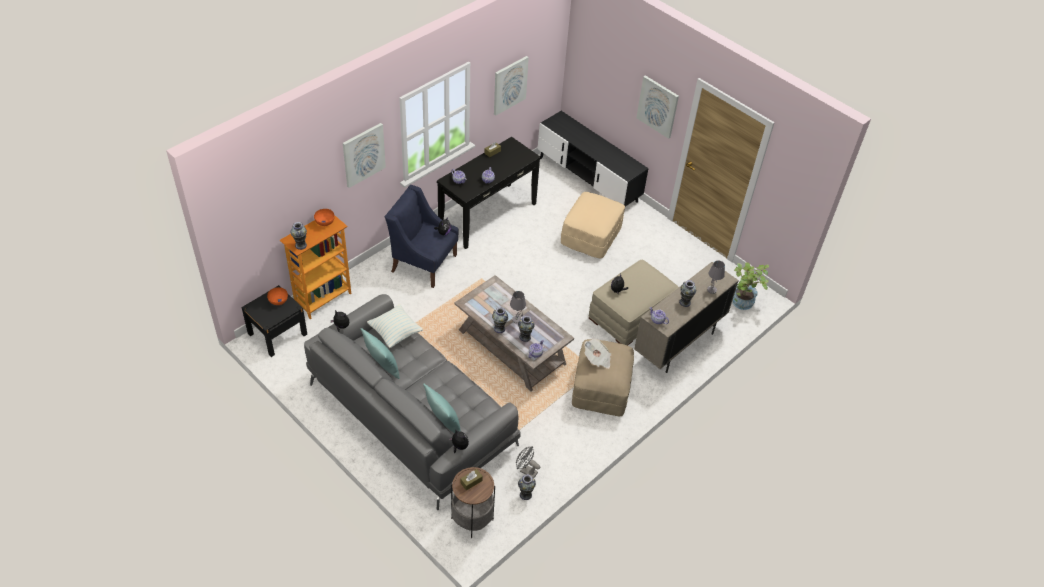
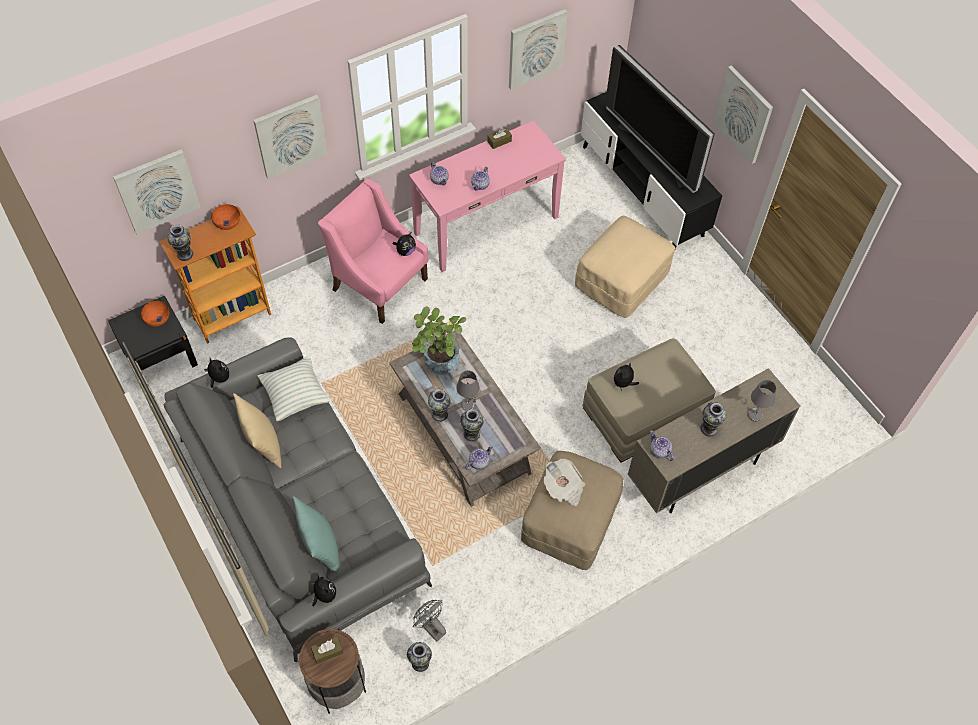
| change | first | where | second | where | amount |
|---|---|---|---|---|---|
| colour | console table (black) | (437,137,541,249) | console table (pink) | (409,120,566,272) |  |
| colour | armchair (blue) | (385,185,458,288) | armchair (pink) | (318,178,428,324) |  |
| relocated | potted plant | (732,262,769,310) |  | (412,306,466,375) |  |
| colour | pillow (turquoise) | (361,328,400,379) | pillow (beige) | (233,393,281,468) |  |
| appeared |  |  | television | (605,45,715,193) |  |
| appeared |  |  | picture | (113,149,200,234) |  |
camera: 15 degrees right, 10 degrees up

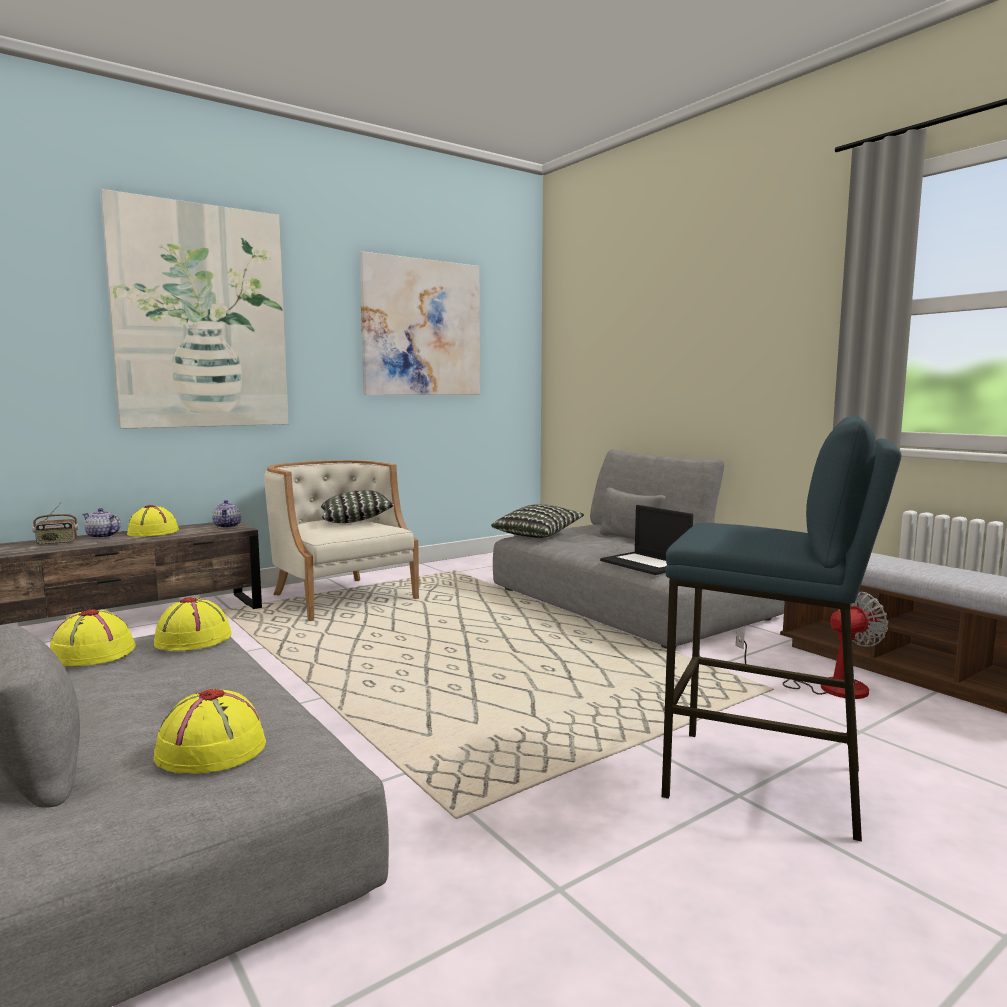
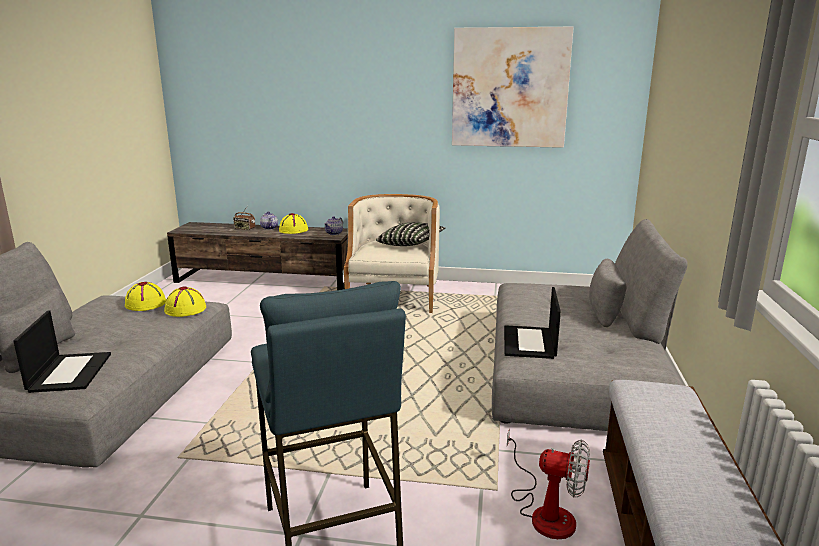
| change | first | where | second | where | amount |
|---|---|---|---|---|---|
| missing | picture | (100,189,289,429) |  |  |  |
| missing | pillow | (491,504,584,538) |  |  |  |
| exchanged | hat (yellow) | (154,689,266,774) | laptop | (13,310,111,393) |  |
camera: 45 degrees right, 10 degrees up

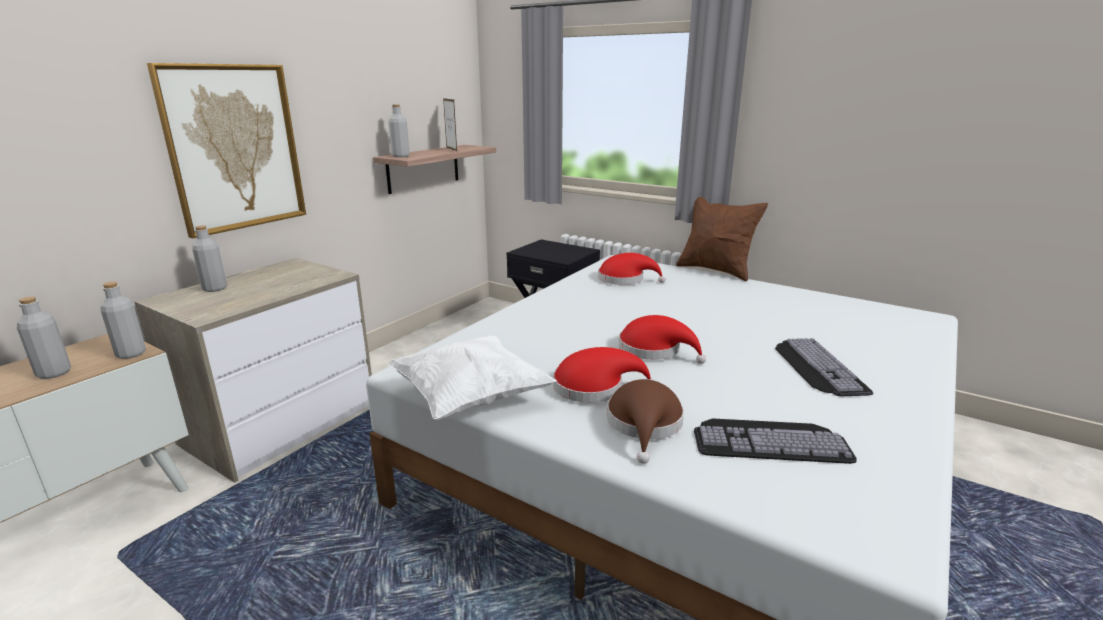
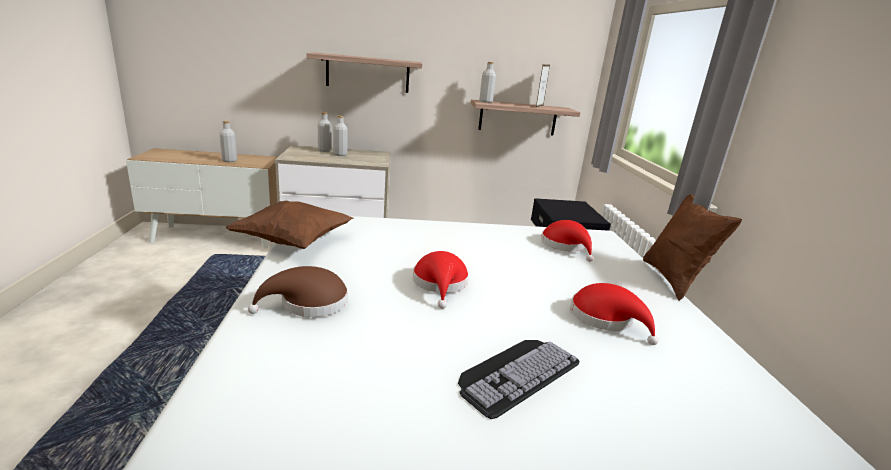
| change | first | where | second | where | amount |
|---|---|---|---|---|---|
| exchanged | picture | (147,63,306,239) | shelf | (306,52,422,93) |  |
| relocated | bottle (grey) | (100,282,146,359) |  | (333,115,348,156) |  |
| colour | pillow (white) | (388,335,557,420) | pillow (brown) | (226,201,353,249) |  |
| relocated | hat (red) | (553,347,654,403) |  | (570,283,658,345) |  |
| missing | keyboard | (694,418,857,464) |  |  |  |
camera: 50 degrees right, 0 degrees up

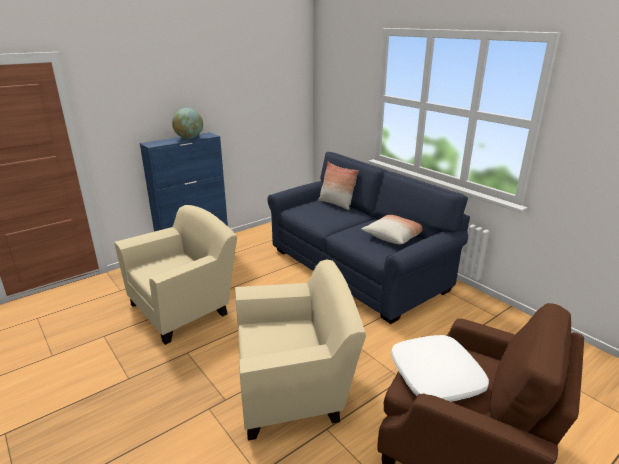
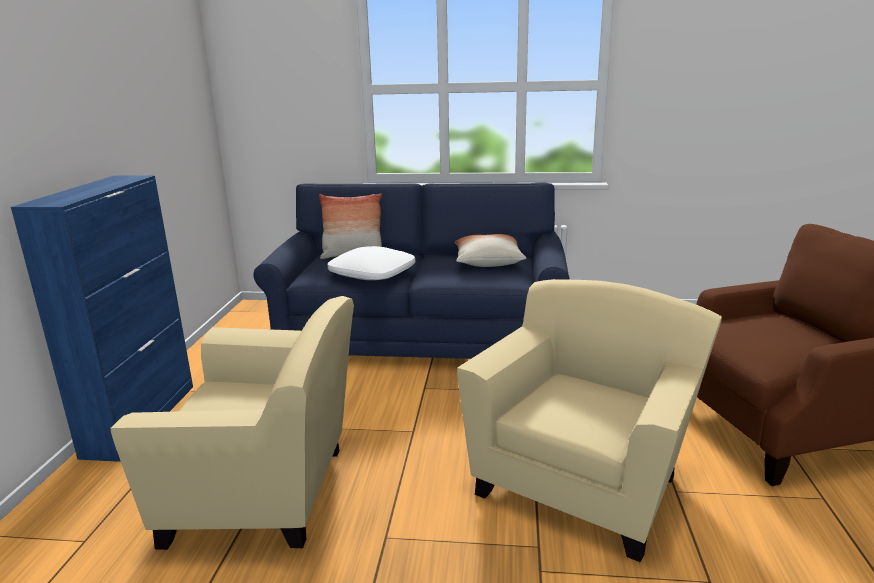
| change | first | where | second | where | amount |
|---|---|---|---|---|---|
| missing | globe | (172,108,203,139) |  |  |  |
| spun | armchair (beige) | (114,205,237,345) |  | (110,296,354,550) | 90 degrees clockwise |
| relocated | pillow (white) | (391,335,489,402) |  | (328,246,415,280) |  |
camera: 45 degrees left, 5 degrees down

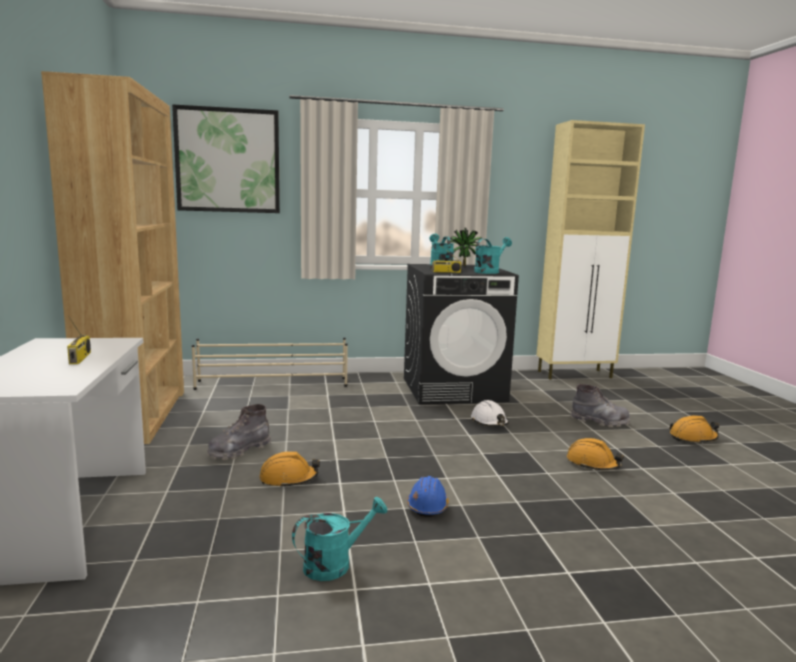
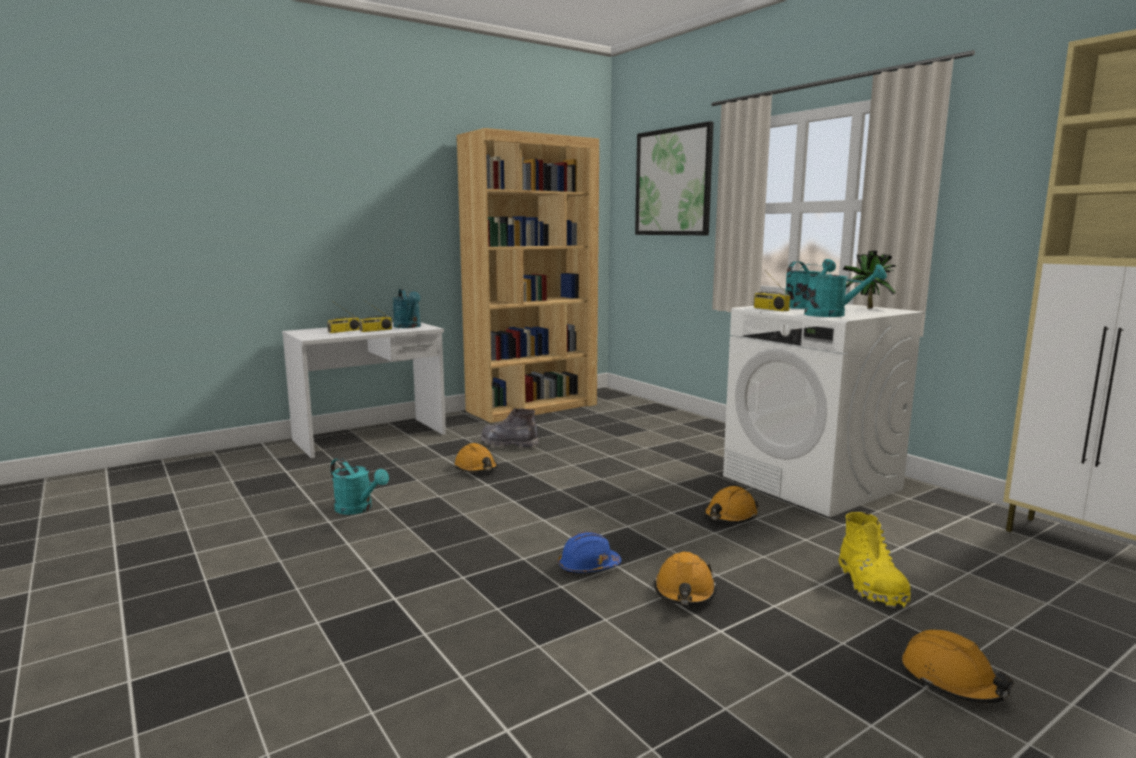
| change | first | where | second | where | amount |
|---|---|---|---|---|---|
| colour | washing machine (black) | (404,264,519,404) | washing machine (white) | (723,304,925,517) |  |
| missing | shoe rack (beige) | (192,338,348,390) |  |  |  |
| colour | boot (grey) | (570,384,630,427) | boot (yellow) | (839,512,911,608) |  |
| colour | hard hat (white) | (471,400,509,426) | hard hat (orange) | (704,486,759,523) |  |
| relocated | hard hat (blue) | (407,476,449,517) |  | (558,532,621,573) |  |
| appeared |  |  | watering can (turquoise) | (392,289,421,328) |  |
| appeared |  |  | radio | (327,301,359,333) |  |
camera: 65 degrees right, 0 degrees up

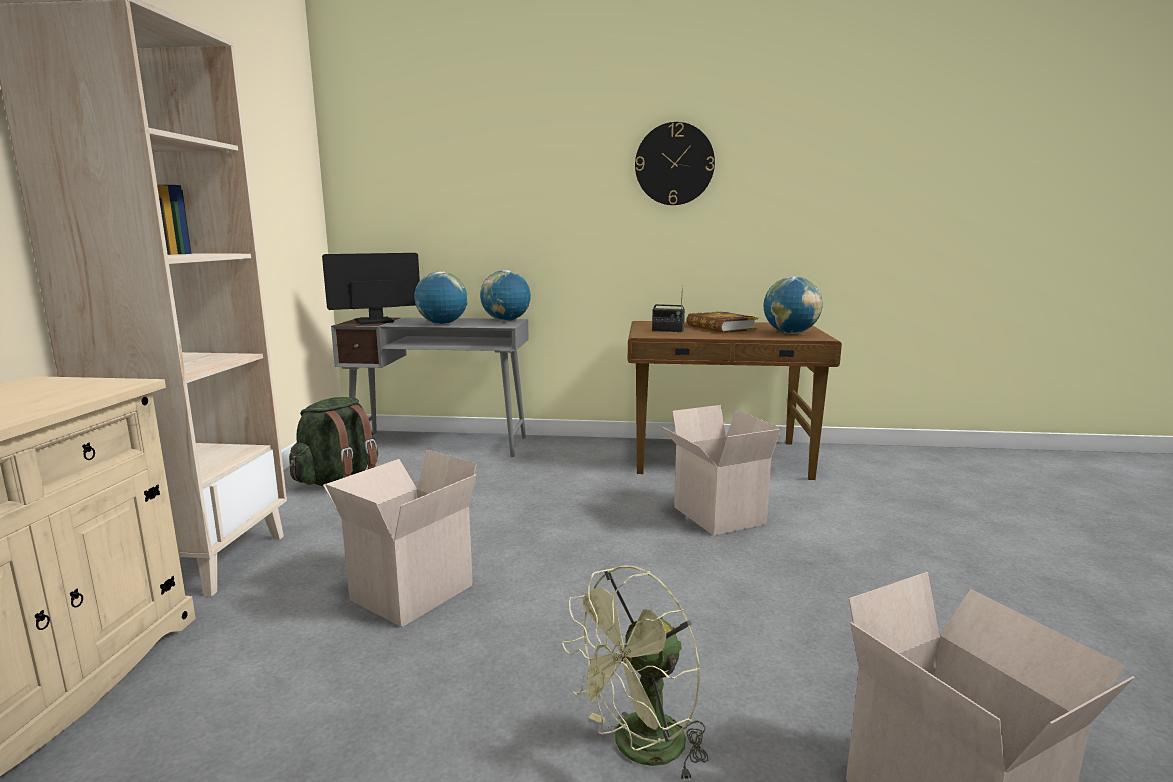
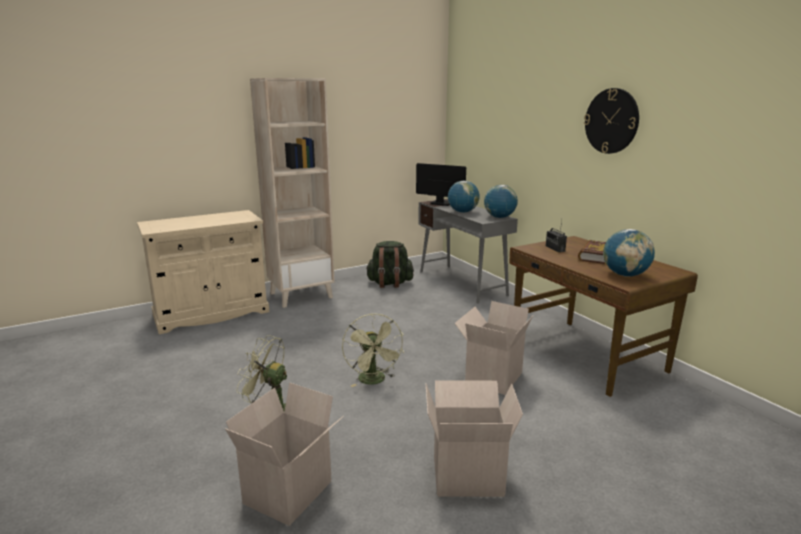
| change | first | where | second | where | amount |
|---|---|---|---|---|---|
| relocated | cardboard box | (323,449,477,627) |  | (426,380,523,497) |  |
| appeared |  |  | fan (green) | (342,314,404,387) |  |
camera: 55 degrees right, 5 degrees up

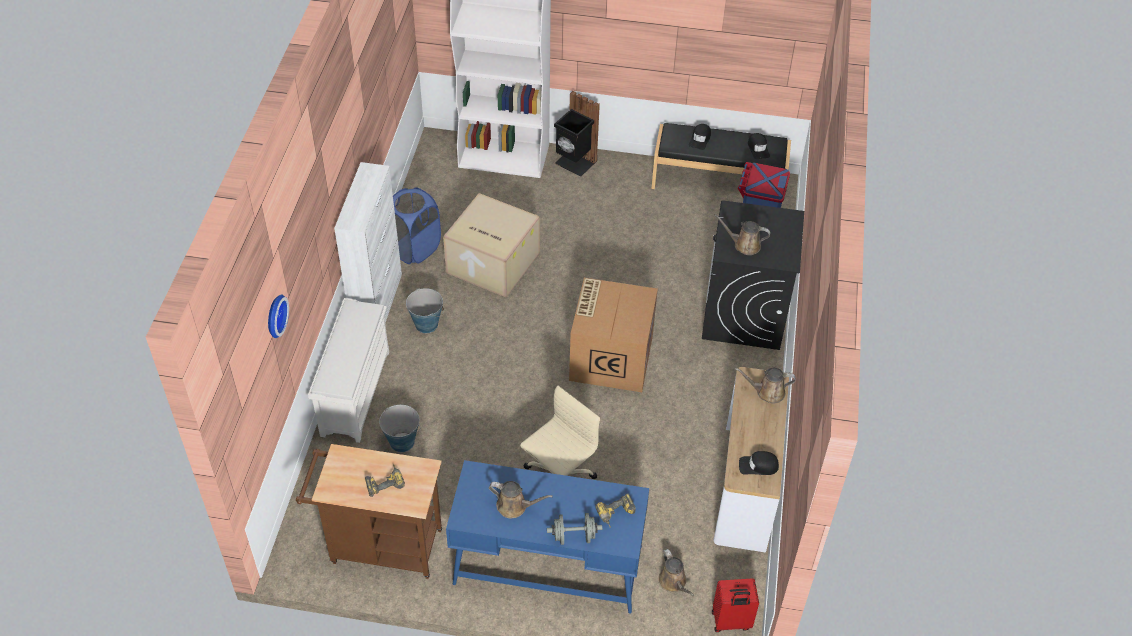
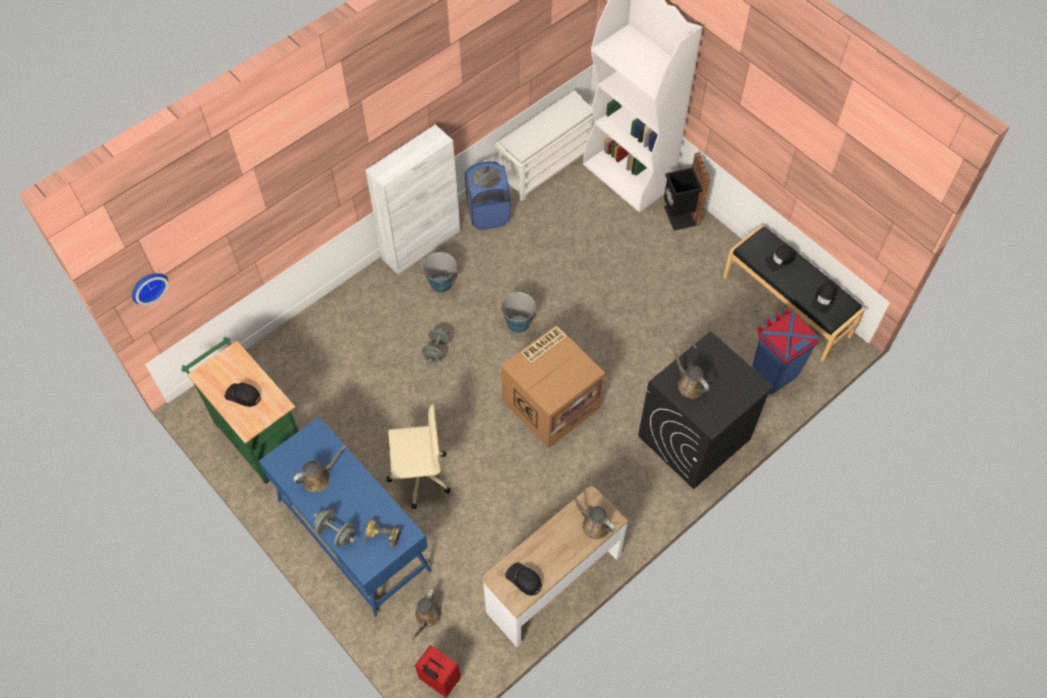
| change | first | where | second | where | amount |
|---|---|---|---|---|---|
| missing | cardboard box | (443,193,540,297) |  |  |  |
| relocated | wall clock | (268,295,289,338) |  | (132,273,169,305) |  |
| relocated | shoe rack (white) | (308,298,389,443) |  | (496,91,594,201) |  |
| relocated | bucket | (379,405,421,452) |  | (501,291,536,333) |  |
| colour | cart (brown) | (296,444,442,579) | cart (green) | (181,337,298,484) |  |
| exchanged | power drill | (365,464,405,497) | cap (black) | (225,383,261,407) |  |
| spun | watering can (brown) | (489,481,553,518) |  | (293,445,346,492) | 90 degrees counterclockwise |
| appeared |  |  | dumbbell (grey) | (422,327,451,364) |  |
camera: 40 degrees right, 10 degrees up

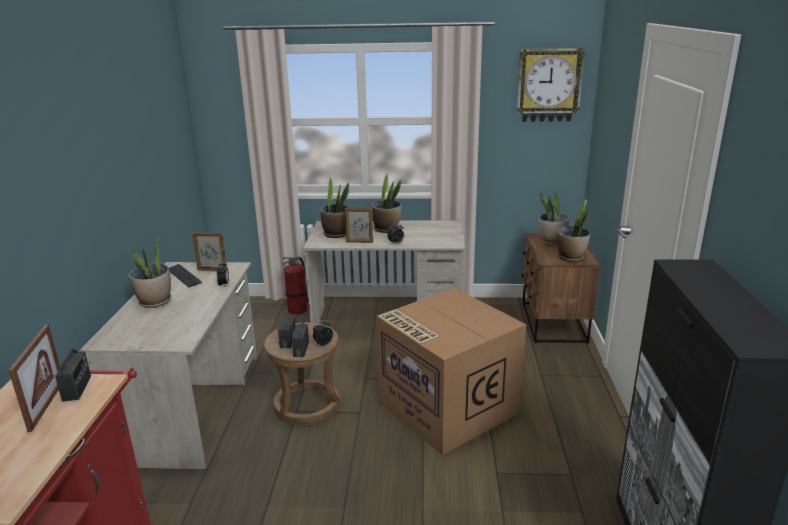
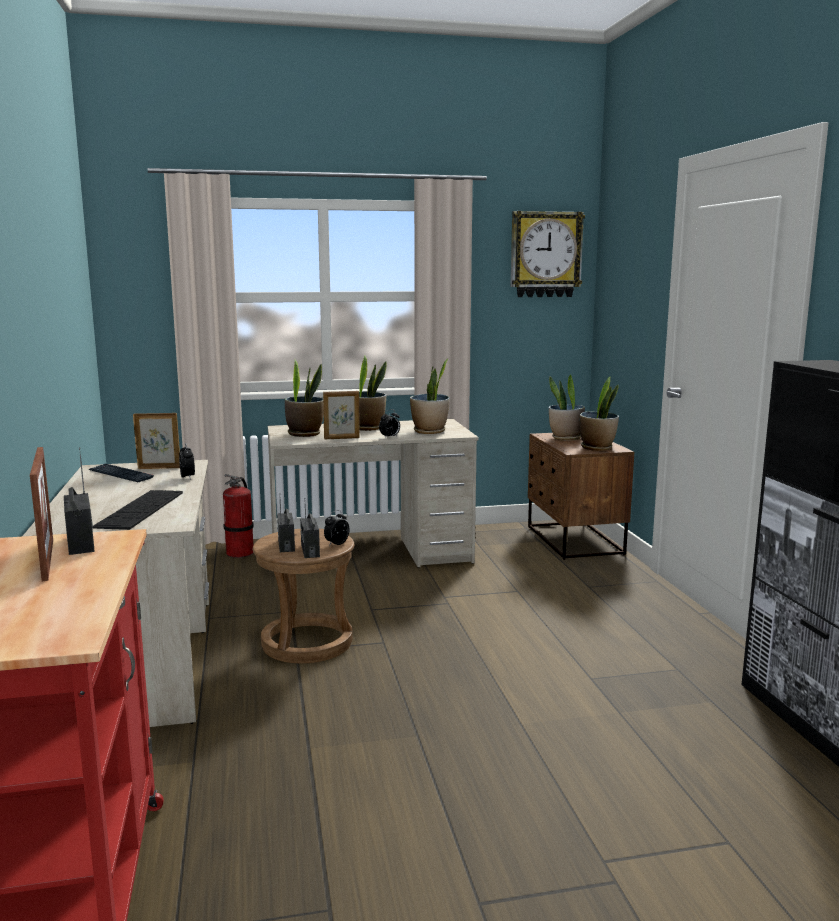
| change | first | where | second | where | amount |
|---|---|---|---|---|---|
| relocated | potted plant | (128,236,171,308) |  | (410,358,450,434) |  |
| missing | cardboard box | (376,288,527,455) |  |  |  |
| appeared |  |  | keyboard | (93,490,183,530) |  |
camera: 15 degrees left, 10 degrees down

